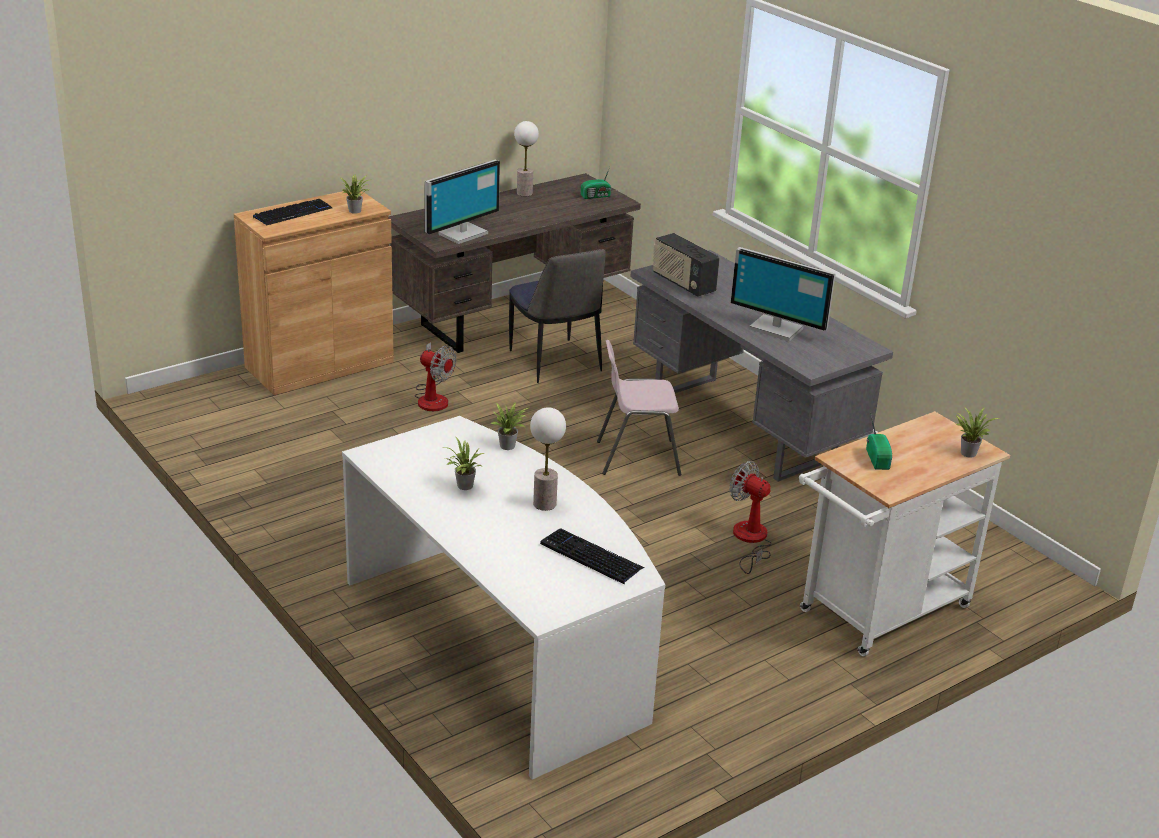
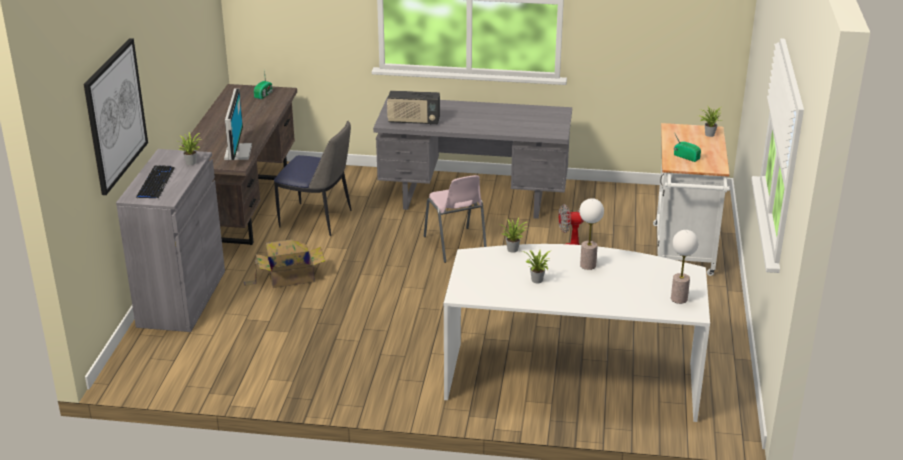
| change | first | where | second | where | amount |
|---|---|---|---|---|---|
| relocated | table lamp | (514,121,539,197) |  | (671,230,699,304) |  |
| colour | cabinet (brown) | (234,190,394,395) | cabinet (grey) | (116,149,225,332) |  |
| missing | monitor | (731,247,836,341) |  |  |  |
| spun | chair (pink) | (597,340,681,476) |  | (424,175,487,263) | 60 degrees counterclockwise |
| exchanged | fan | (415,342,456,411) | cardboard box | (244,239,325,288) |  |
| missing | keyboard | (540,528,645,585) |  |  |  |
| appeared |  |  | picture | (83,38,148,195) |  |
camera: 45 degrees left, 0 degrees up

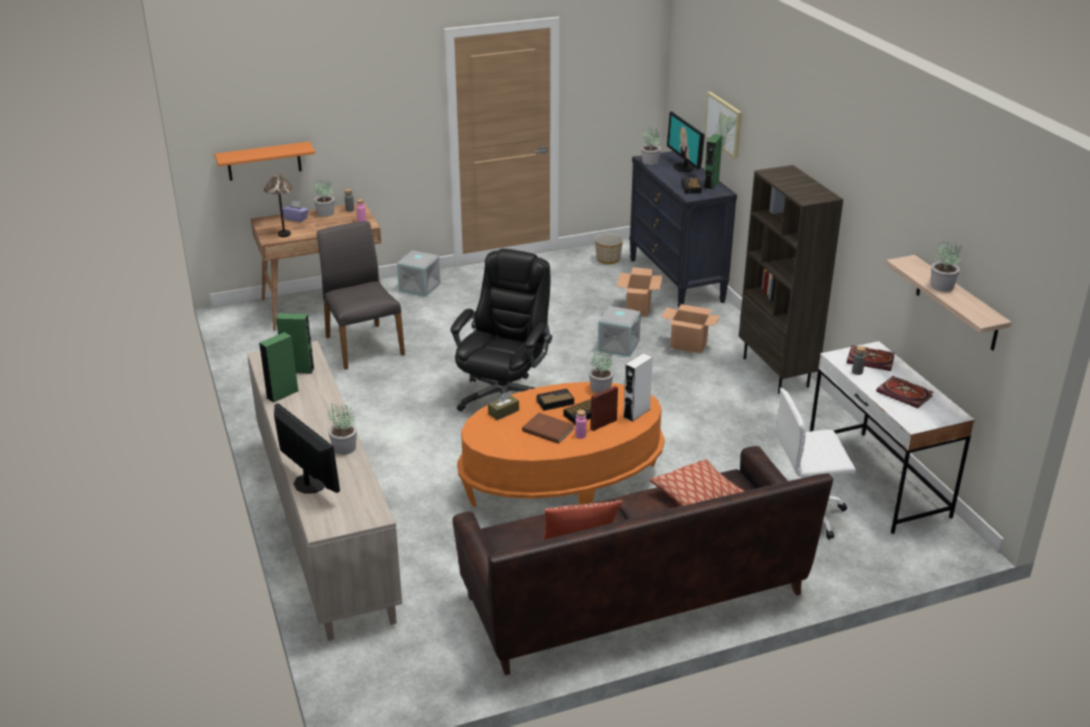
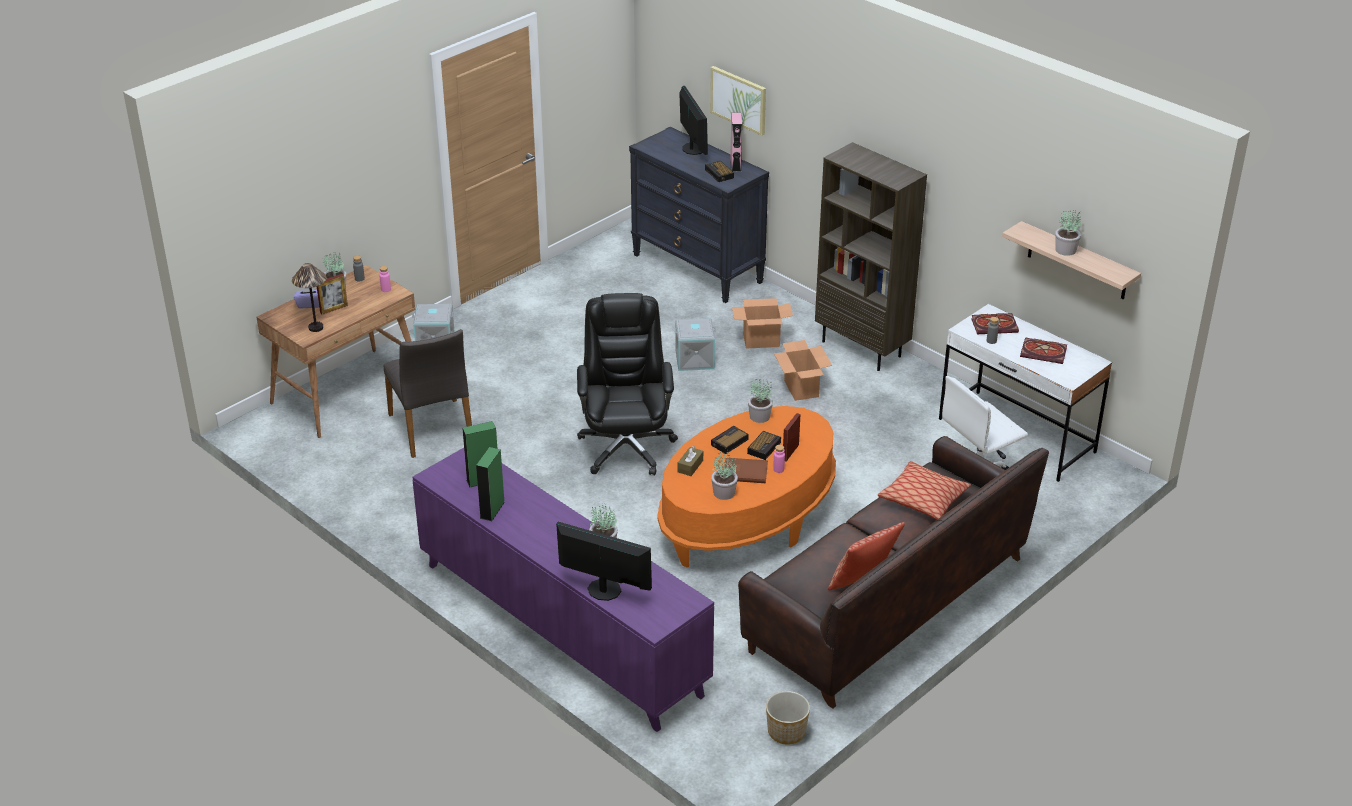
| change | first | where | second | where | amount |
|---|---|---|---|---|---|
| spun | monitor | (667,111,705,172) |  | (679,86,708,155) | 150 degrees counterclockwise |
| relocated | potted plant | (641,128,661,165) |  | (711,452,738,500) |  |
| colour | speaker (green) | (703,134,723,190) | speaker (pink) | (730,112,742,172) |  |
| missing | shelf (orange) | (214,142,315,181) |  |  |  |
| spun | chair (grey) | (317,221,405,370) |  | (384,329,472,458) | 150 degrees counterclockwise |
| relocated | planter | (595,233,623,264) |  | (766,691,810,745) |  |
| relocated | cardboard box | (616,267,663,317) |  | (774,340,832,401) |  |
| colour | cabinet (beige) | (247,341,402,641) | cabinet (purple) | (412,448,714,732) |  |
| missing | speaker (white) | (623,353,653,422) |  |  |  |
| appeared |  |  | picture frame | (317,274,348,314) |  |
camera: 25 degrees left, 5 degrees up

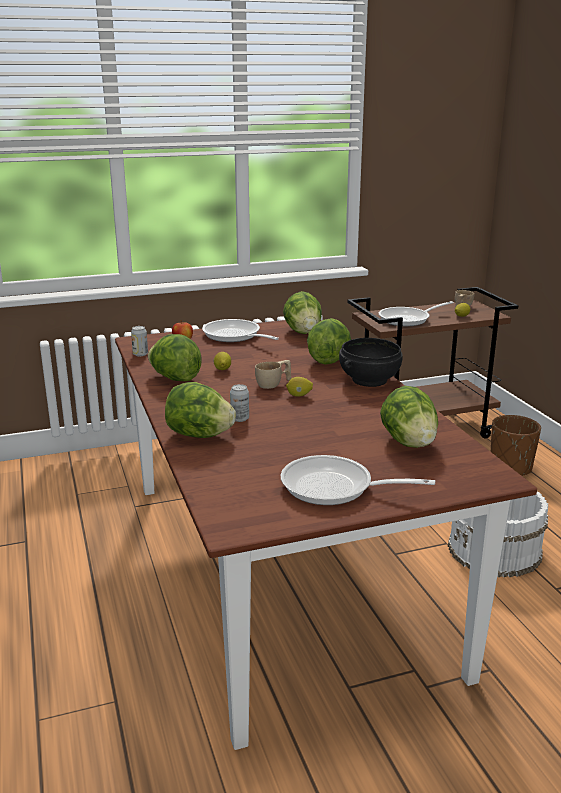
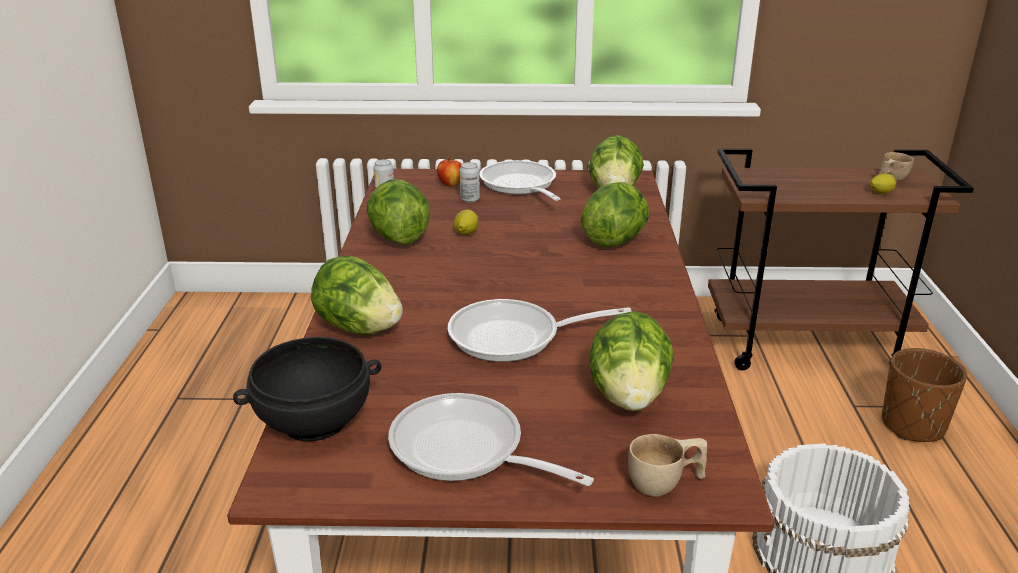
| change | first | where | second | where | amount |
|---|---|---|---|---|---|
| relocated | frying pan | (379,301,454,326) |  | (447,299,632,362) |  |
| relocated | bowl (black) | (339,338,403,387) |  | (233,337,382,441) |  |
| relocated | cup (beige) | (255,360,292,389) |  | (628,434,707,497) |  |
| missing | lemon | (286,377,313,397) |  |  |  |
| relocated | can | (230,384,249,422) |  | (459,162,480,202) |  |
camera: 20 degrees right, 5 degrees up

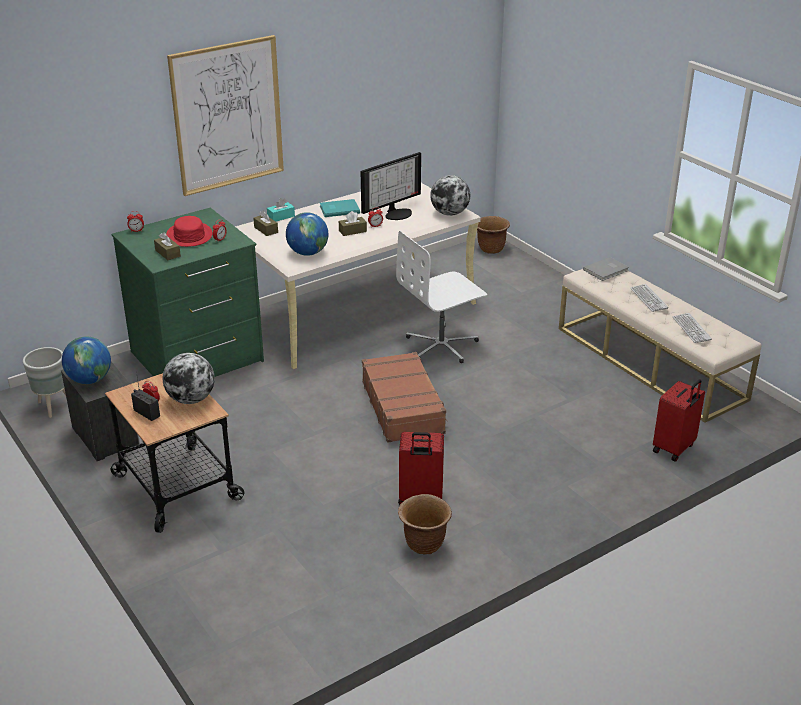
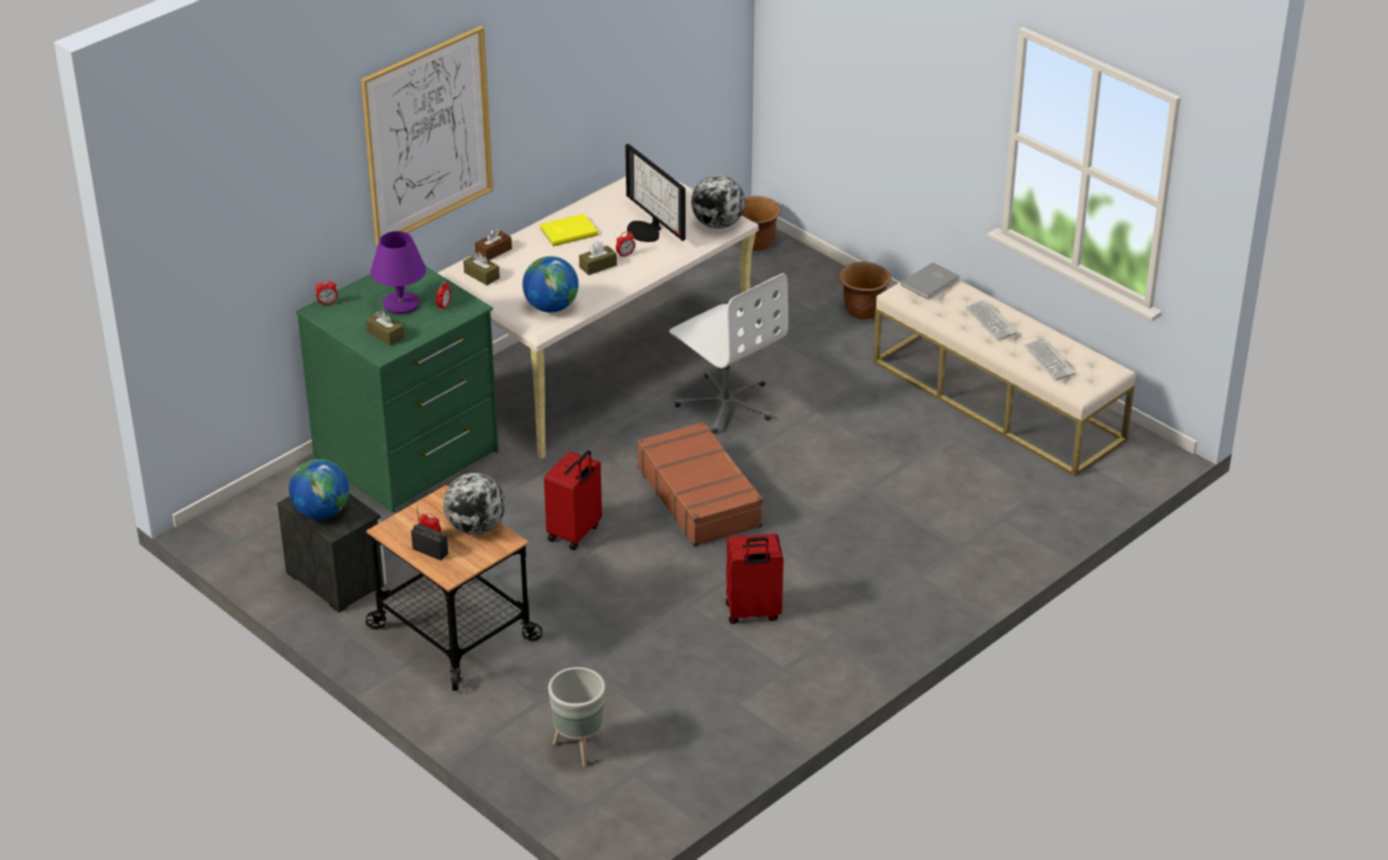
| change | first | where | second | where | amount |
|---|---|---|---|---|---|
| spun | monitor | (361,152,421,220) |  | (625,144,686,242) | 105 degrees clockwise |
| colour | tissue box (turquoise) | (267,198,295,222) | tissue box (brown) | (475,228,512,260) |  |
| colour | book (turquoise) | (320,199,360,217) | book (yellow) | (539,213,598,247) |  |
| exchanged | hat (red) | (166,216,212,247) | table lamp (purple) | (370,231,426,314) |  |
| spun | office chair (white) | (396,231,487,363) |  | (669,273,788,434) | 90 degrees counterclockwise |
| relocated | planter (grey) | (23,347,66,418) |  | (548,667,605,767) |  |
| relocated | suitcase (red) | (653,379,705,461) |  | (544,450,602,550) |  |
| relocated | planter (brown) | (398,494,452,555) |  | (838,261,891,319) |  |
camera: 10 degrees left, 5 degrees up

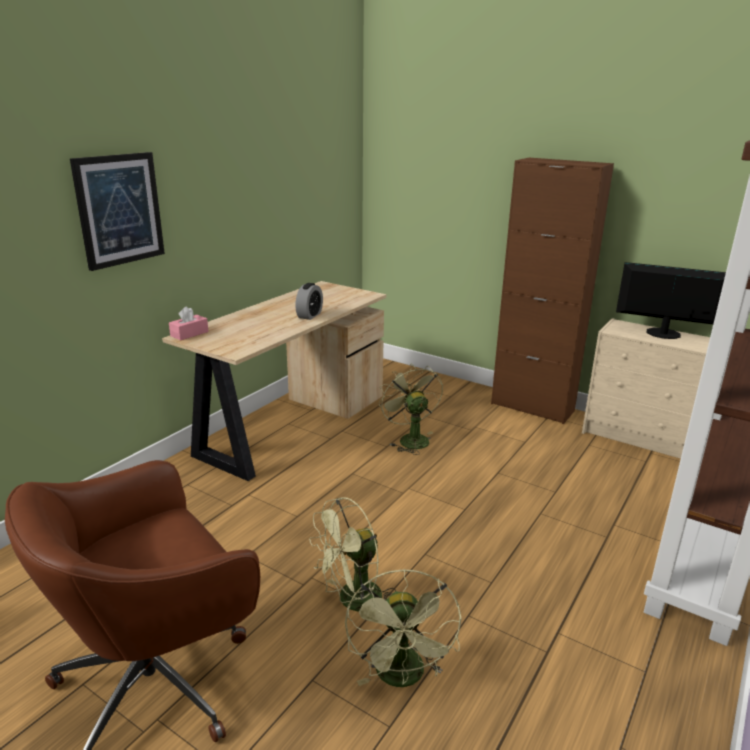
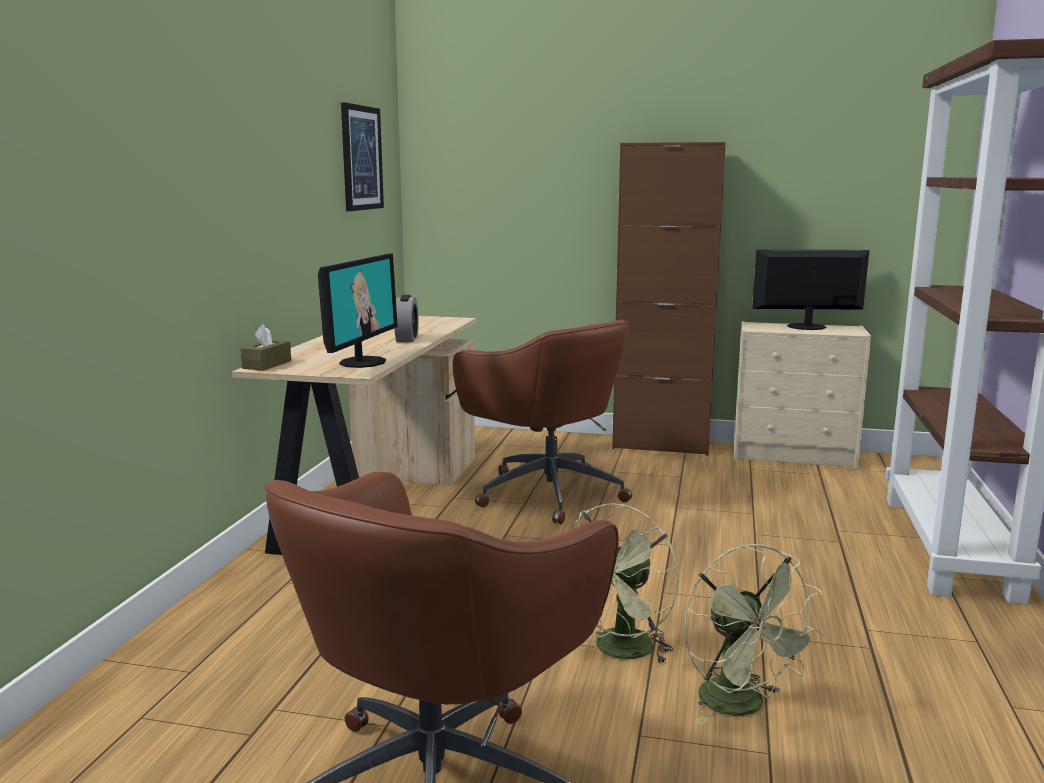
| change | first | where | second | where | amount |
|---|---|---|---|---|---|
| relocated | picture | (70,152,165,271) |  | (341,102,384,211) |  |
| colour | tissue box (pink) | (169,306,209,340) | tissue box (brown) | (240,325,291,371) |  |
| exchanged | fan (green) | (378,363,443,455) | office chair (brown) | (453,320,632,524) |  |
| appeared |  |  | monitor | (318,253,398,368) |  |
camera: 20 degrees left, 10 degrees down

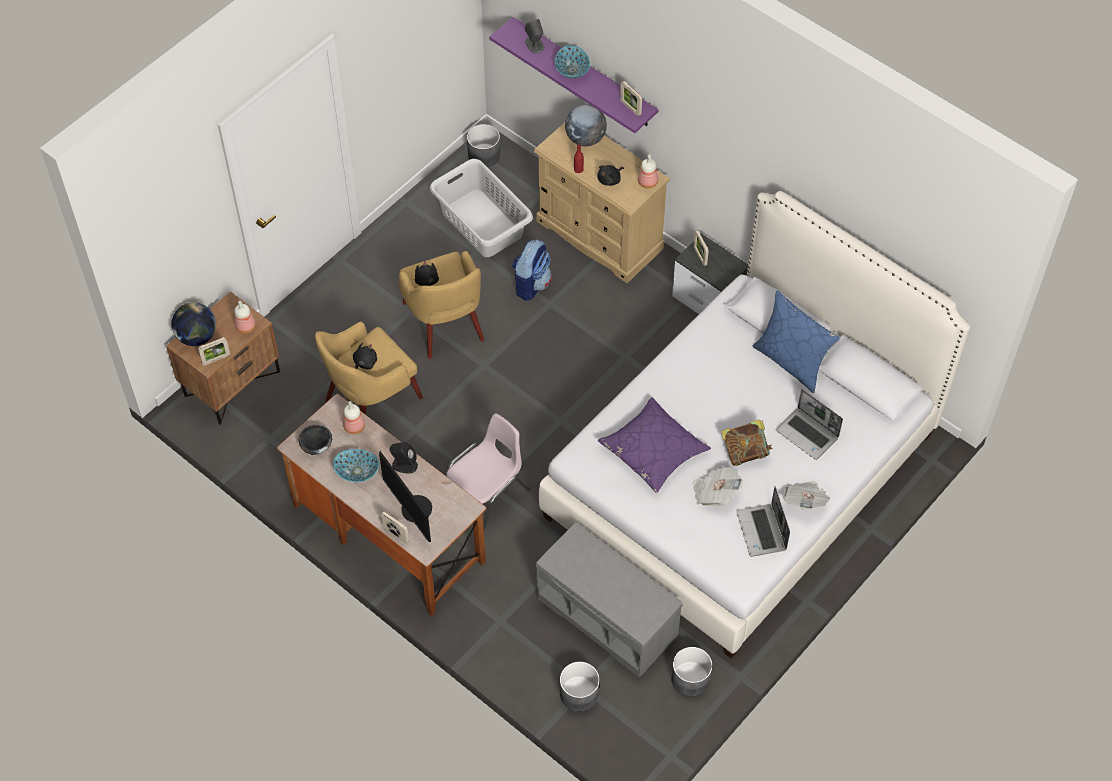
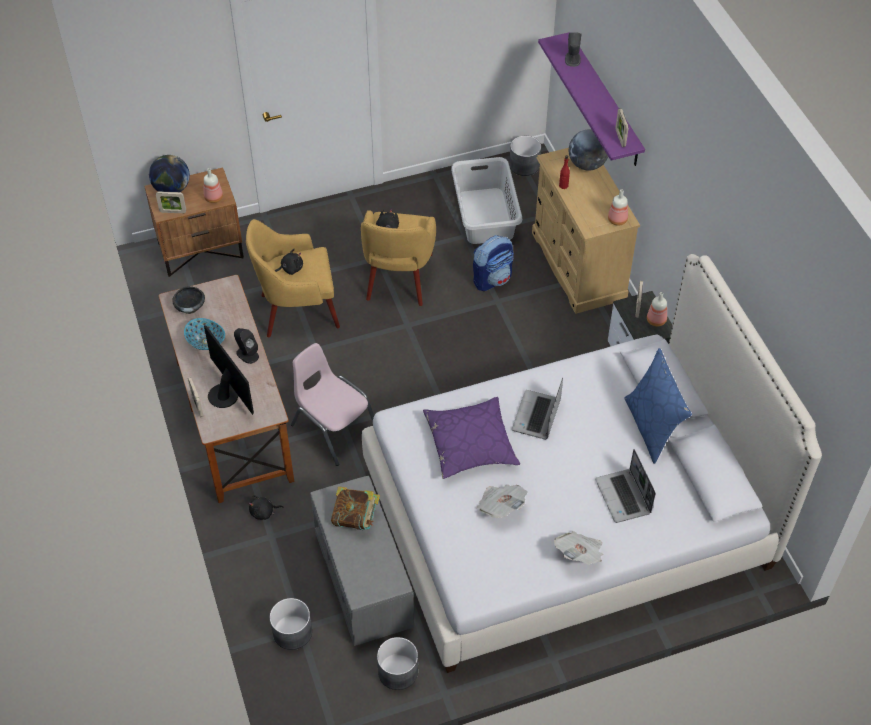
| change | first | where | second | where | amount |
|---|---|---|---|---|---|
| missing | bowl | (555,45,590,78) |  |  |  |
| relocated | plush toy (black) | (597,165,624,186) |  | (249,495,284,520) |  |
| relocated | bottle | (343,401,365,434) |  | (647,292,667,326) |  |
| spun | chair (pink) | (445,413,530,530) |  | (291,343,374,466) | 120 degrees counterclockwise |
| relocated | book | (721,419,773,466) |  | (331,486,380,530) |  |
| spun | monitor | (379,451,432,542) |  | (204,325,254,415) | 150 degrees clockwise |
| relocated | laptop | (736,487,790,557) |  | (512,378,563,440) |  |
camera: 30 degrees right, 5 degrees down

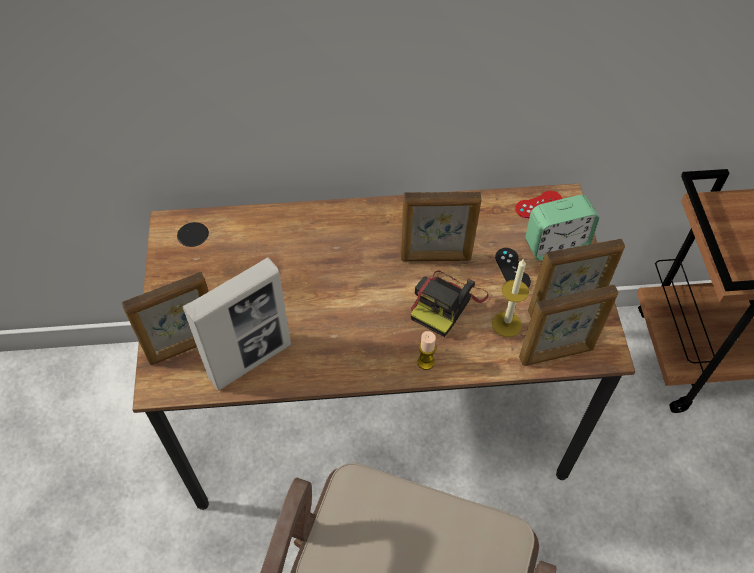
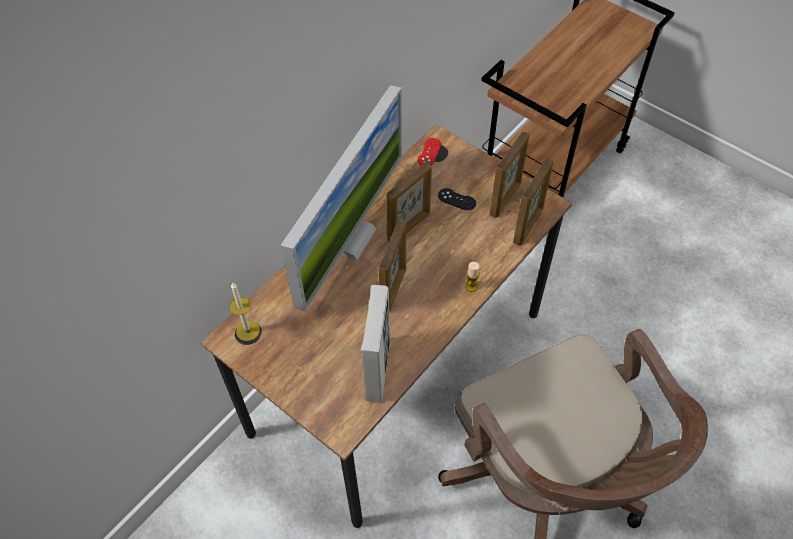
| change | first | where | second | where | amount |
|---|---|---|---|---|---|
| missing | alarm clock | (525,195,599,261) |  |  |  |
| relocated | candle | (492,259,529,337) |  | (229,282,260,341) |  |
| missing | photo camera | (411,271,489,337) |  |  |  |
| relocated | picture frame | (121,272,209,365) |  | (379,221,406,311) |  |
| appeared |  |  | monitor | (280,85,402,312) |  |
camera: 45 degrees left, 0 degrees up

